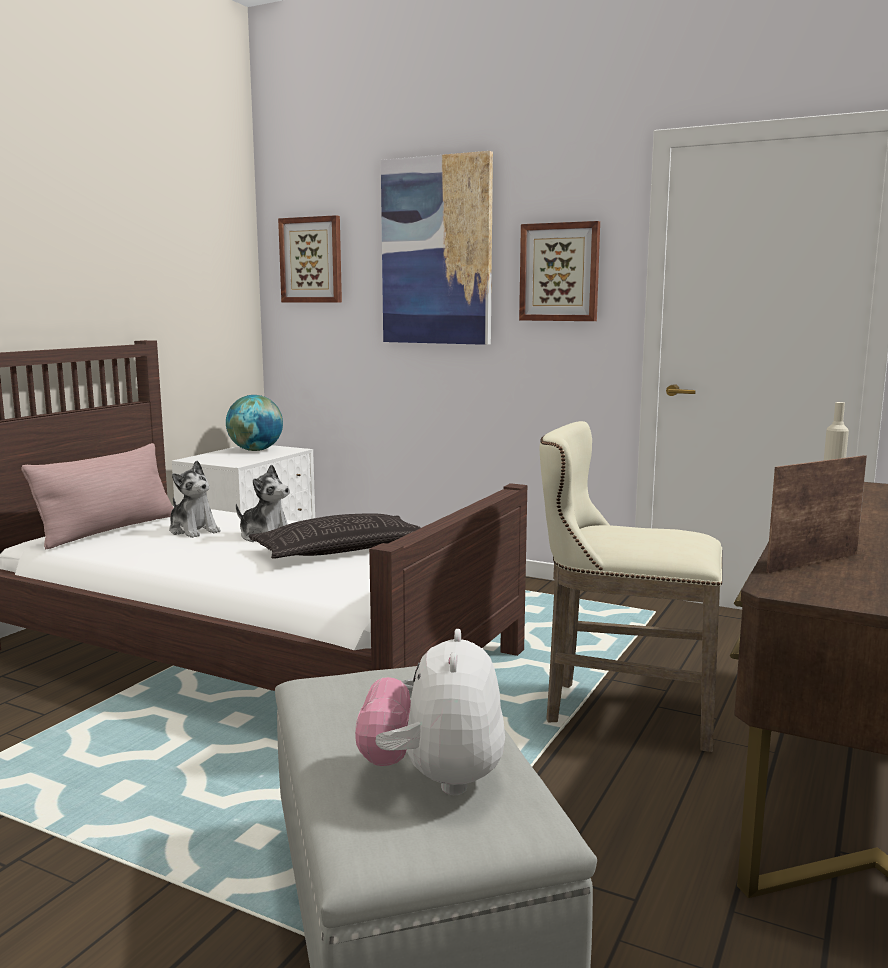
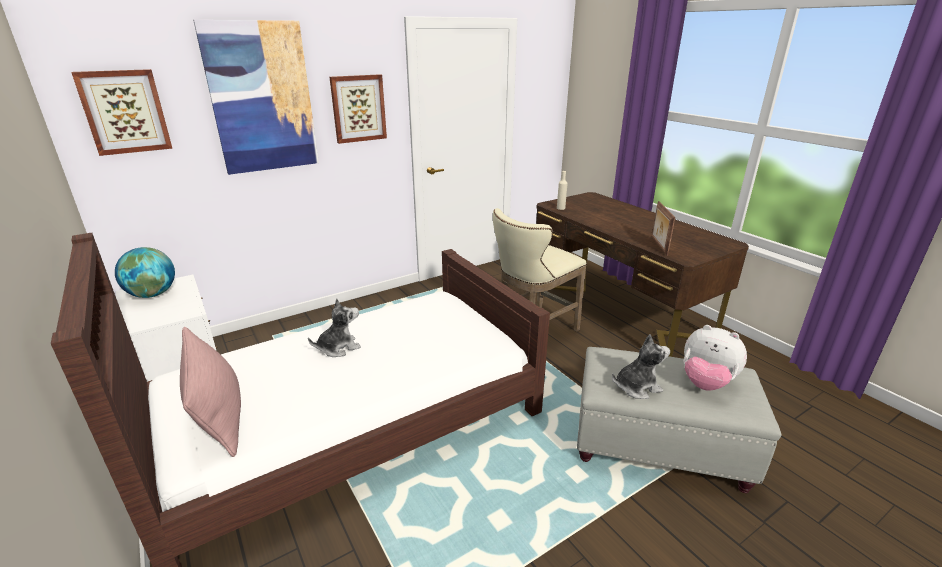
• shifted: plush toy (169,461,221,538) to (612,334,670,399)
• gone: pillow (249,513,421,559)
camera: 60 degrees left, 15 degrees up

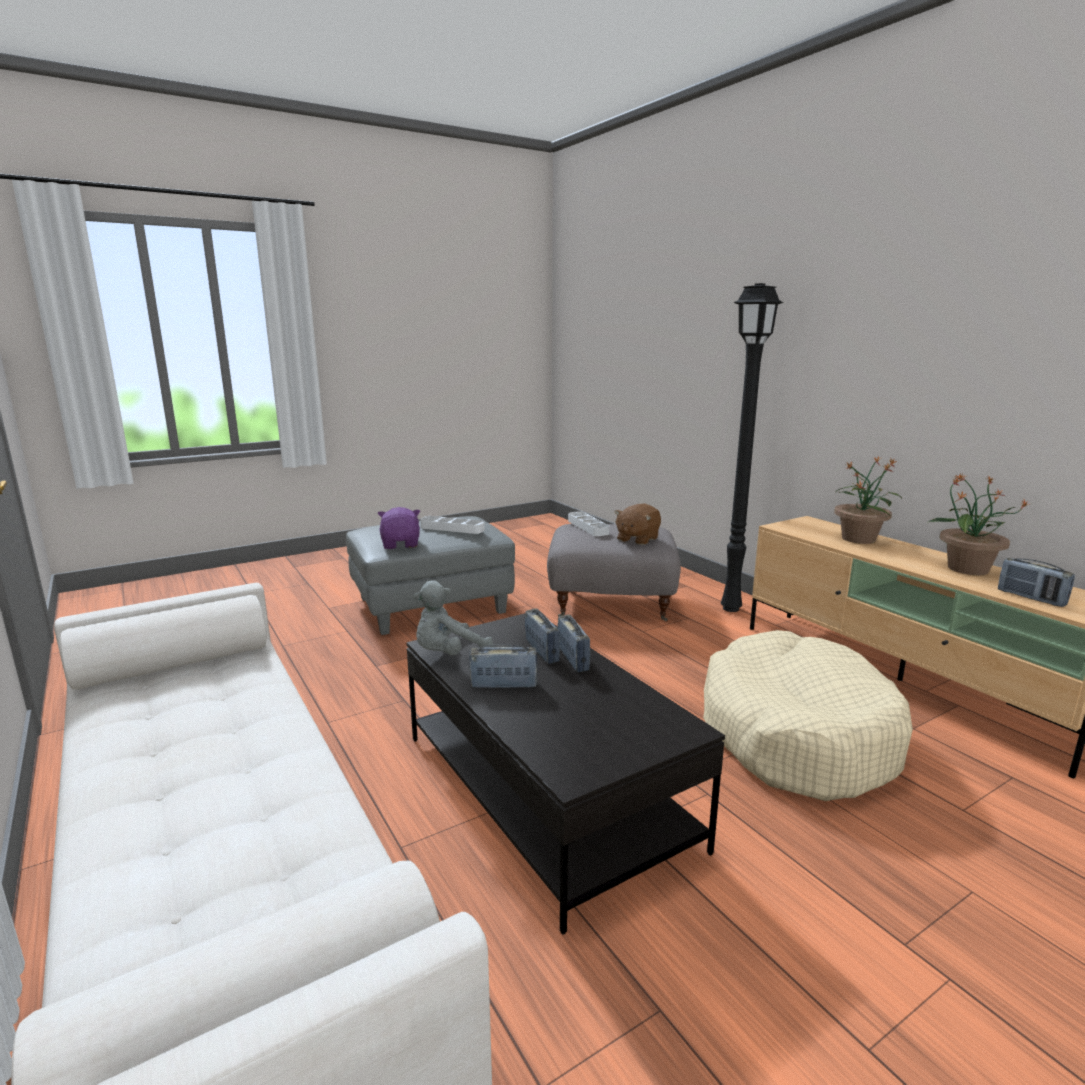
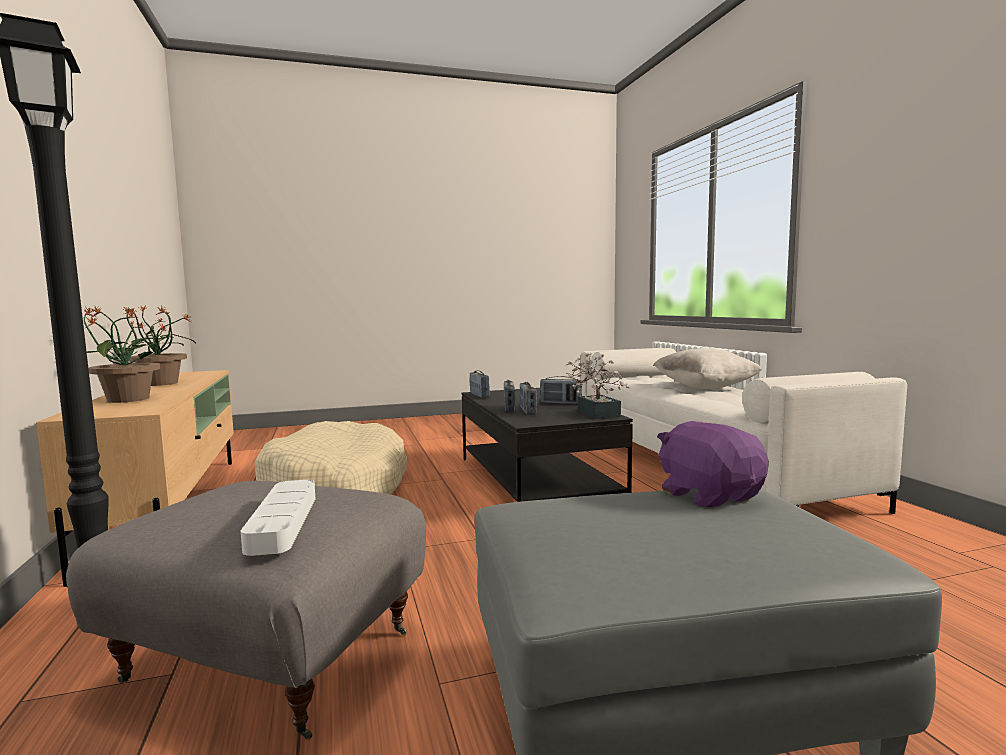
• rotated: plush toy (purple) (378,507,420,549) = (657,421,769,507) 150 degrees clockwise
• swapped: plush toy (grey) (414,581,494,655) to potted plant (566,353,629,419)
• gone: tray (white) (420,516,485,534)
• gone: plush toy (brown) (615,504,661,545)
• shifted: radio (998,558,1075,607) to (470,371,490,398)
• new: pillow (beige) (653,348,762,389)
camera: 165 degrees left, 10 degrees down

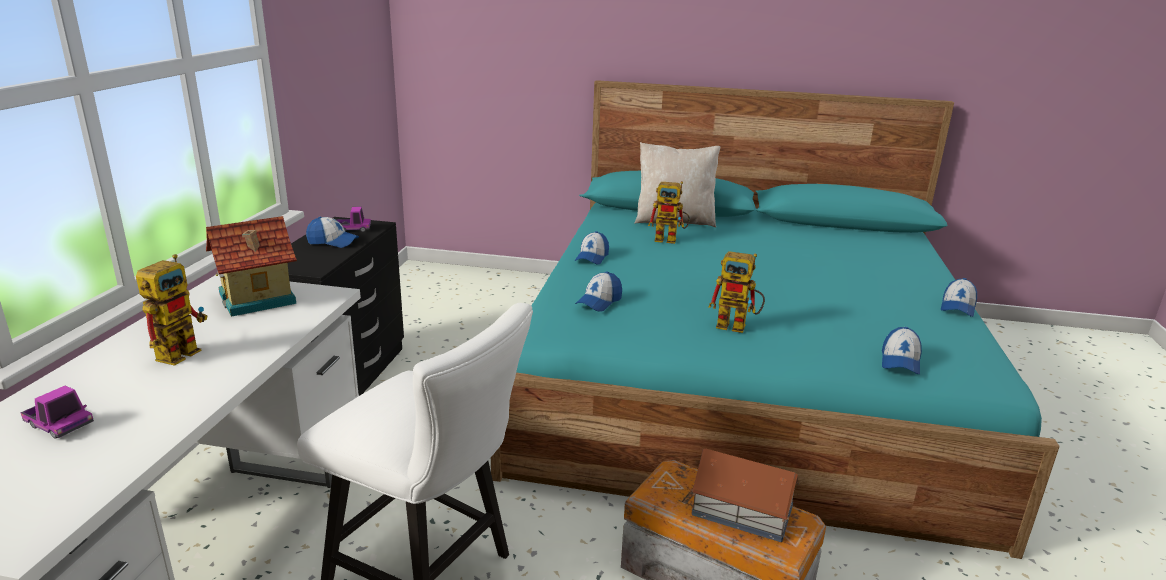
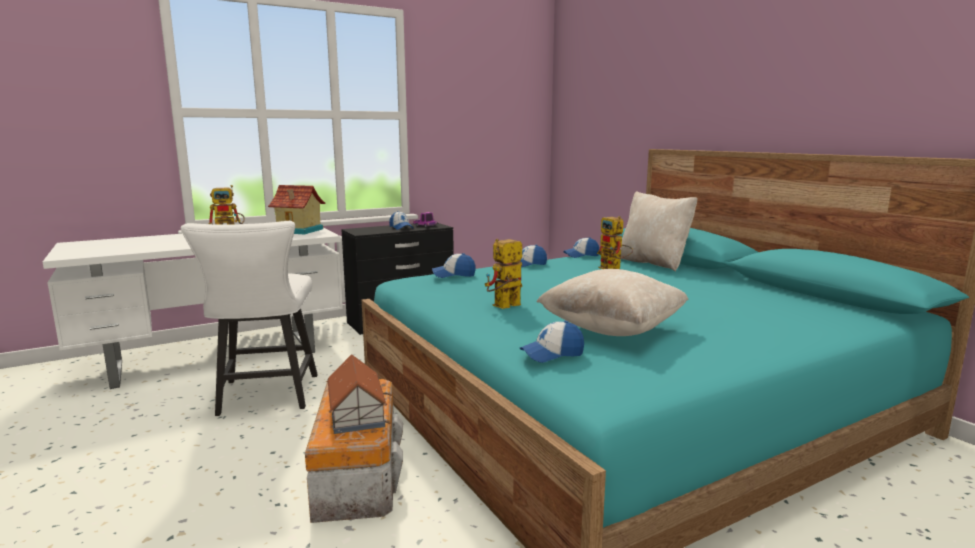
• gone: toy truck (20,386,94,439)
• rotated: toy robot (709,251,765,333) = (485,239,522,309) 75 degrees clockwise
• shifted: cap (941,278,977,317) to (563,237,599,258)
• new: pillow (beige) (536,269,688,336)
camera: 50 degrees right, 10 degrees down

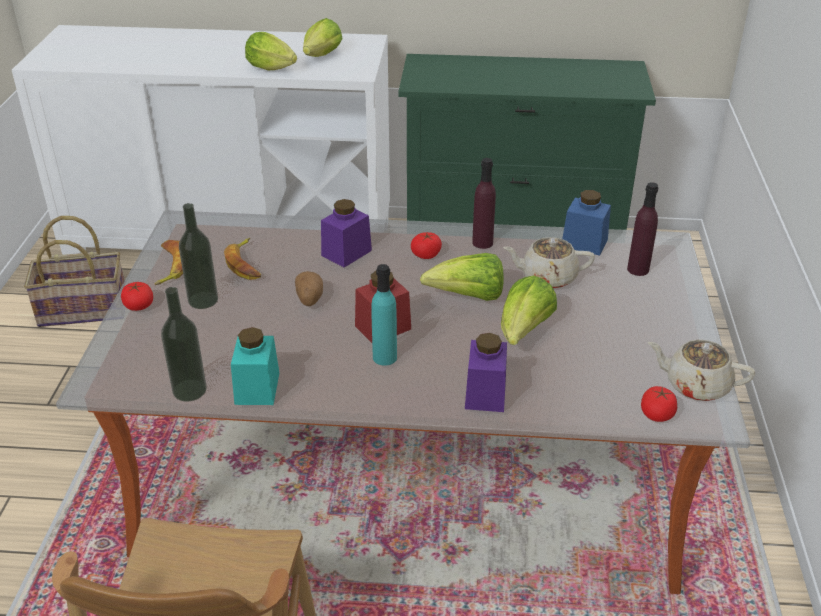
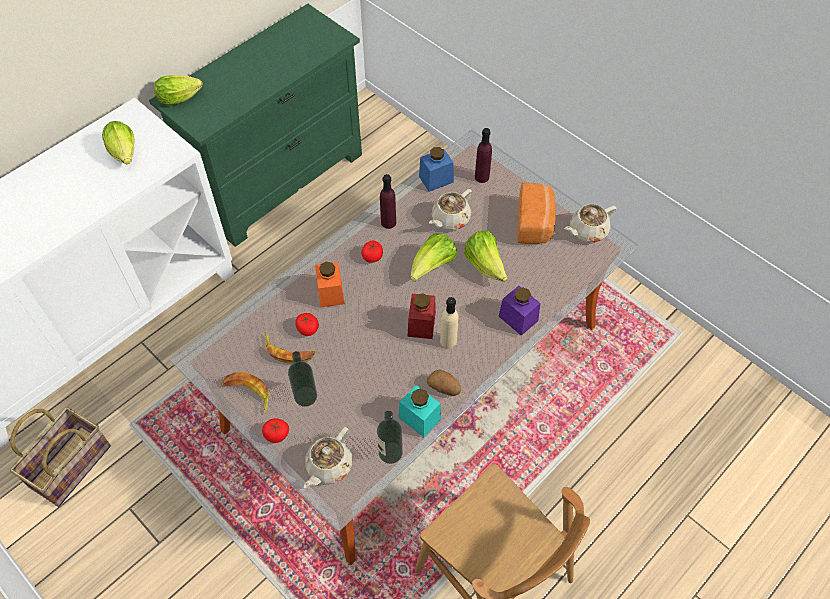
• shifted: lettuce (245,32,297,70) to (154,75,202,105)
• shifted: potato (295,271,323,306) to (427,370,461,396)
• repainted: jar (purple) (321,199,372,268) to jar (orange) (315,262,345,308)
• repainted: bottle (turquoise) (371,264,397,366) to bottle (beige) (440,297,459,349)
• shifted: tomato (641,386,677,422) to (295,313,319,336)
• new: teapot (beige) (304,427,353,488)
• new: bread (517,183,556,244)
camera: 50 degrees left, 20 degrees up

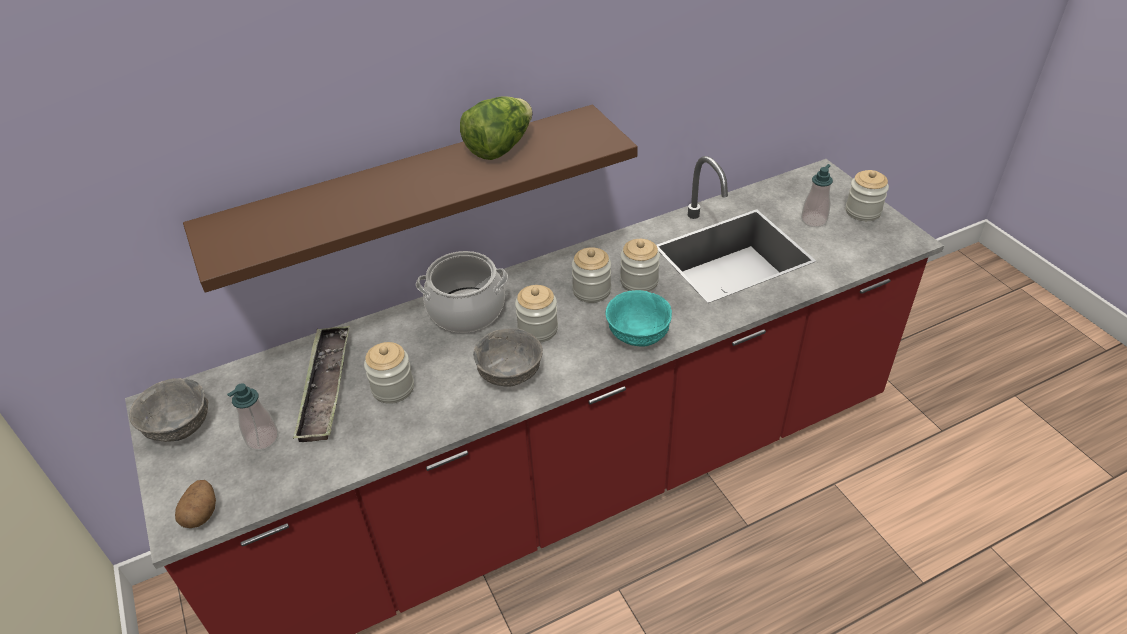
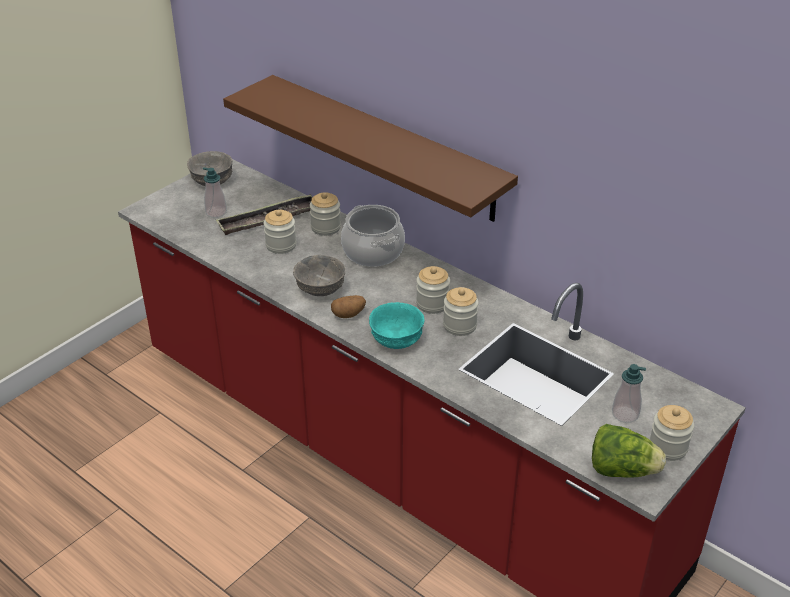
• shifted: potato (175,480,216,528) to (331,295,366,318)
• shifted: lettuce (460,97,532,160) to (592,424,666,478)
• shifted: jar (515,285,558,343) to (309,192,341,236)
camera: 65 degrees right, 5 degrees down

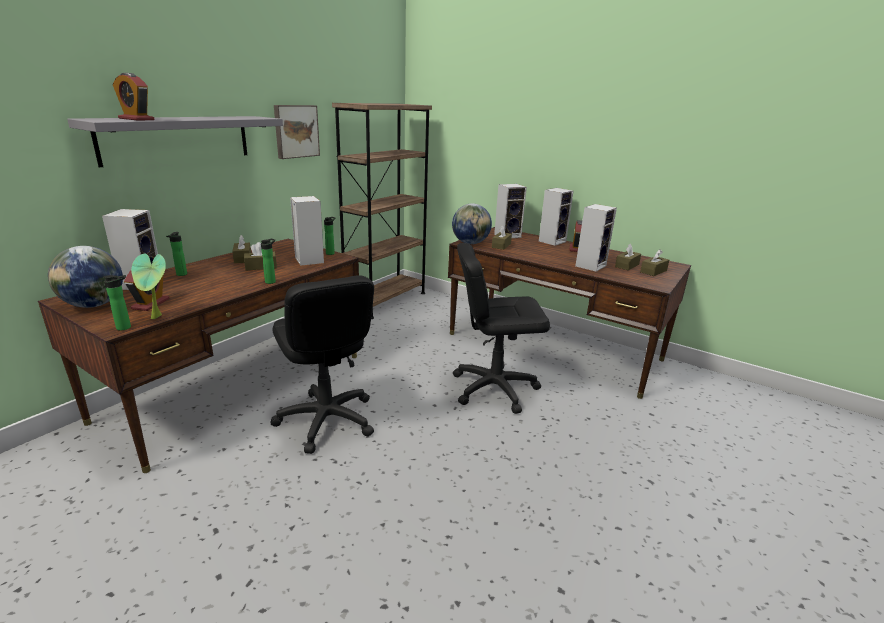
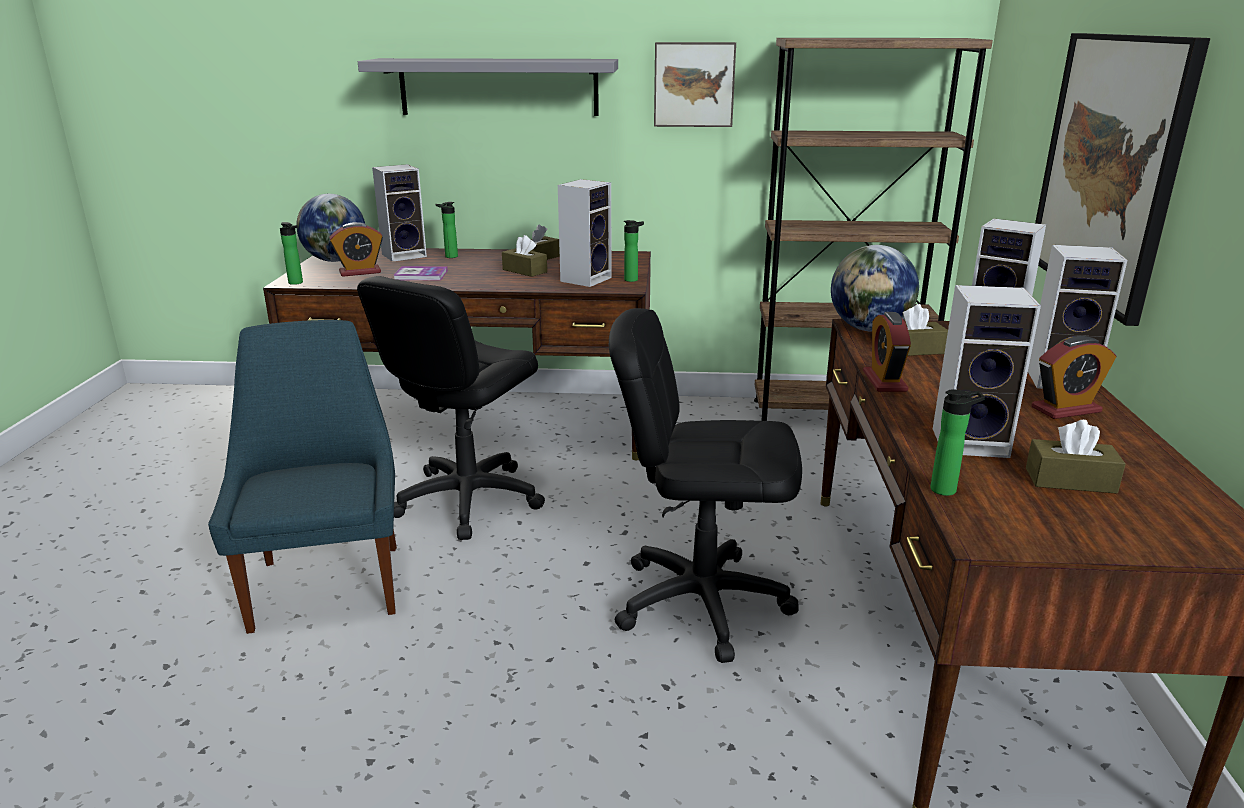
• shifted: alarm clock (113,73,154,121) to (863,312,911,392)
• gone: potted plant (131,254,166,319)
• shifted: bottle (261,239,276,284) to (930,389,985,496)
• rotated: office chair (black) (453,243,550,414) = (609,308,802,663) 45 degrees counterclockwise
• gone: tissue box (brown) (640,249,669,276)
• new: chair (blue) (208,320,397,634)
• new: book (393,266,448,280)
• new: picture (1035,33,1210,326)
camera: 60 degrees right, 0 degrees up

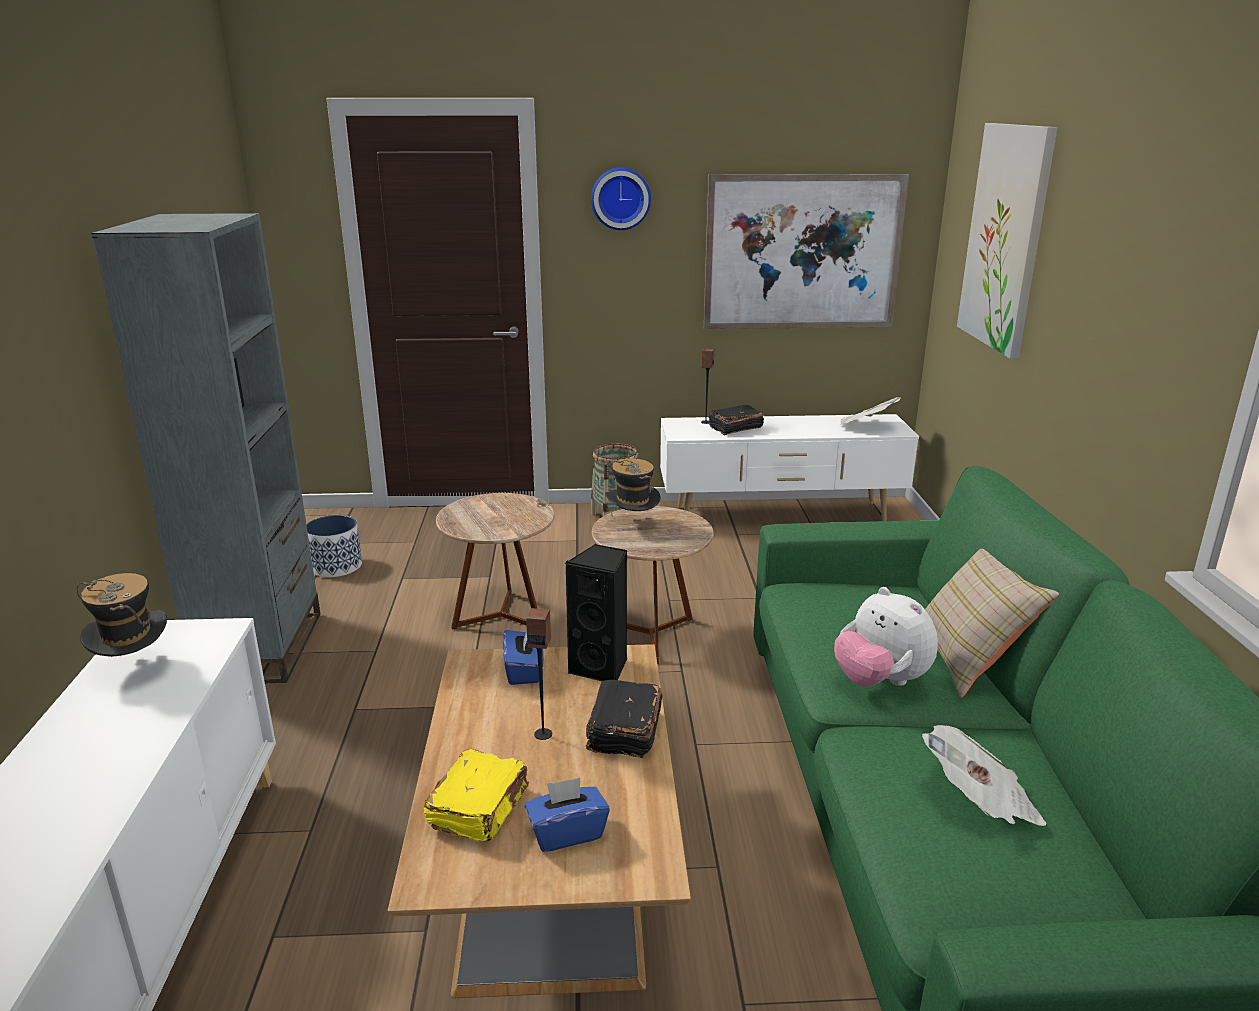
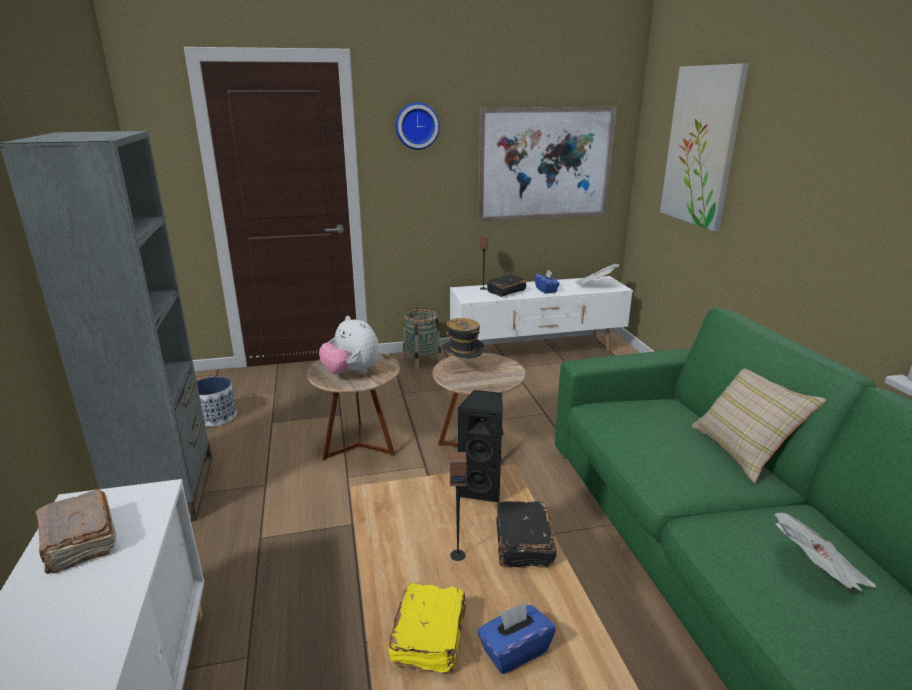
• swapped: hat (76,573,167,657) to book (brown) (35,490,116,574)
• shifted: tissue box (blue) (503,630,544,685) to (535,270,560,294)
• shifted: plush toy (834,587,938,687) to (319,316,380,374)
camera: 10 degrees left, 0 degrees up

